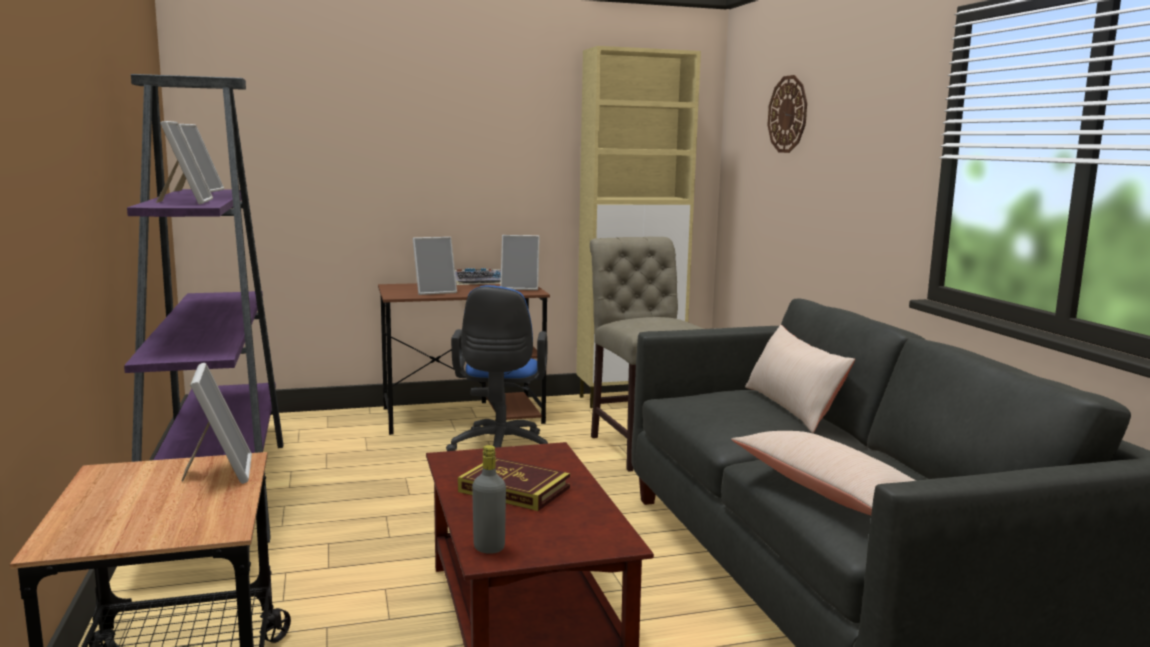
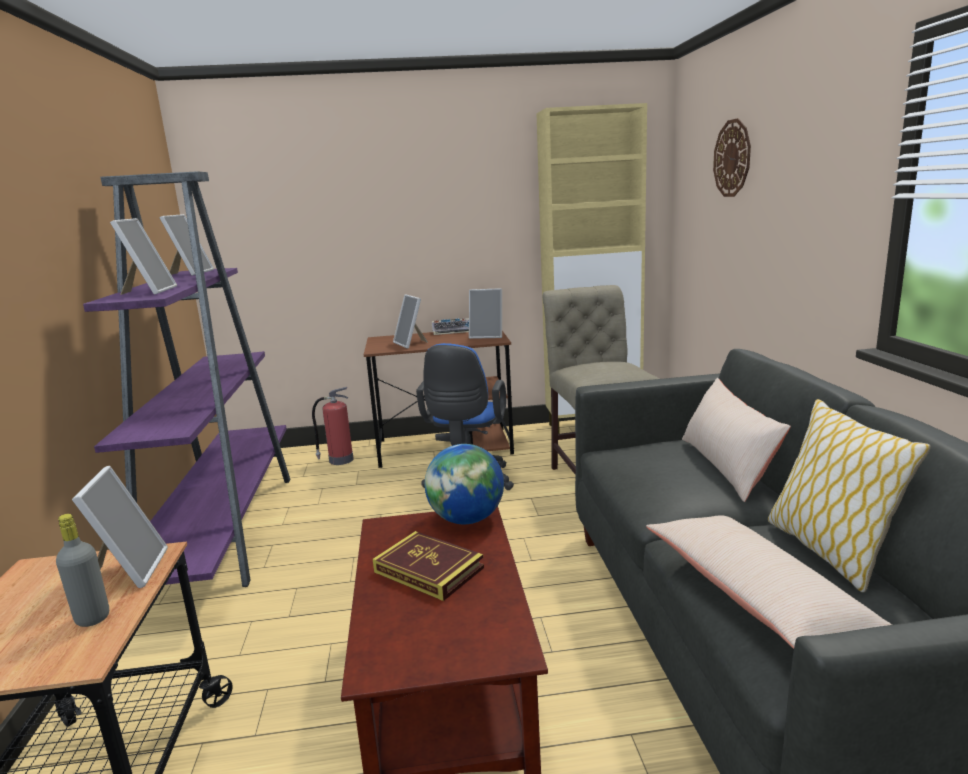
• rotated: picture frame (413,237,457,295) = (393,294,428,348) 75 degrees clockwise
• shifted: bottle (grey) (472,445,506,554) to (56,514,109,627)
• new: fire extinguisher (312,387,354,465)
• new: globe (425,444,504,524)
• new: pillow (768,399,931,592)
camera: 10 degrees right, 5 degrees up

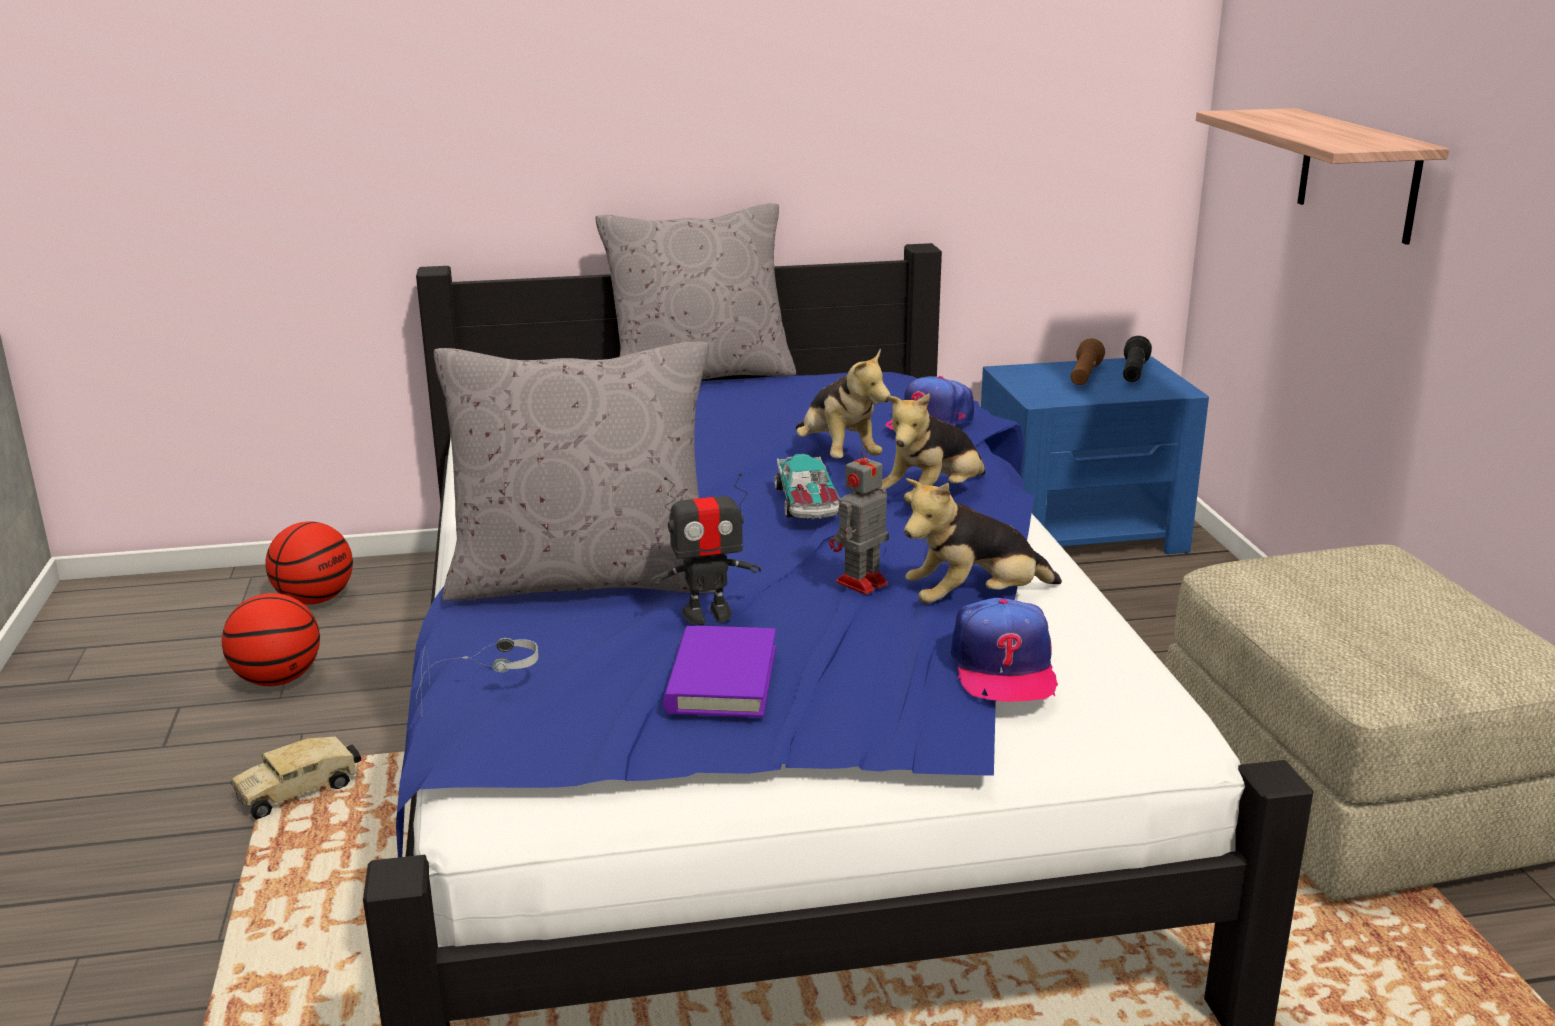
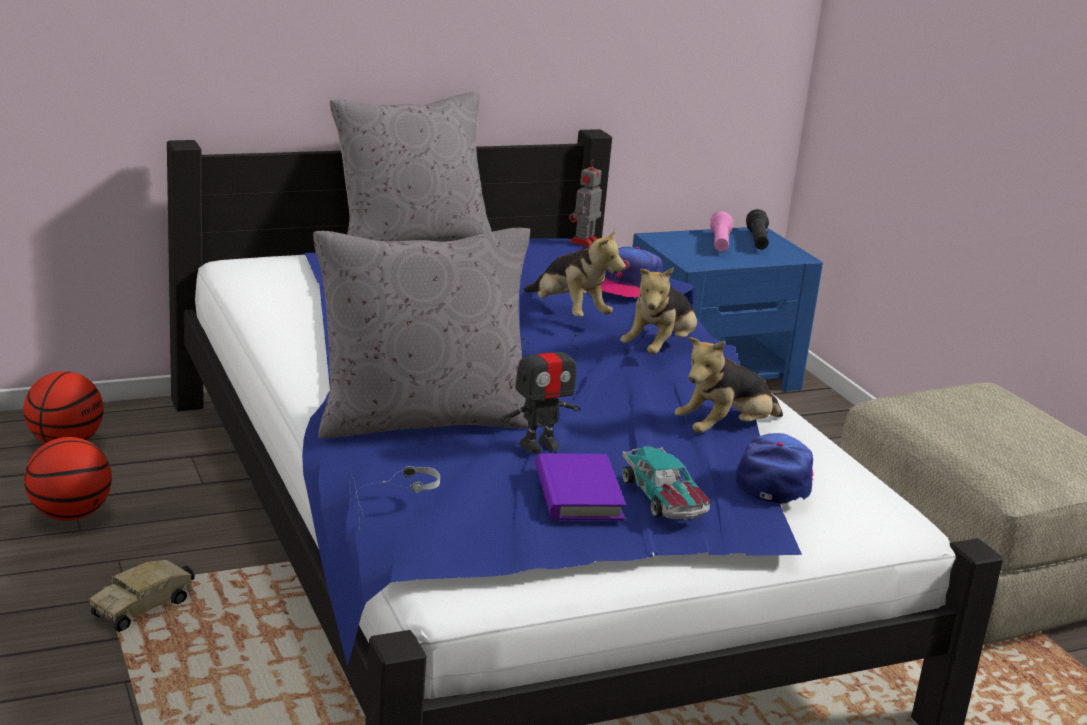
• shifted: toy car (774,454,841,519) to (622,446,711,520)
• shifted: toy robot (829,445,889,595) to (569,159,602,247)
• rotated: cap (951,598,1058,702) = (736,433,813,504) 150 degrees counterclockwise
• repainted: flashlight (brown) (1071,339,1105,385) to flashlight (pink) (710,211,733,252)
• gone: shelf (1196,108,1449,245)
camera: 15 degrees left, 0 degrees up

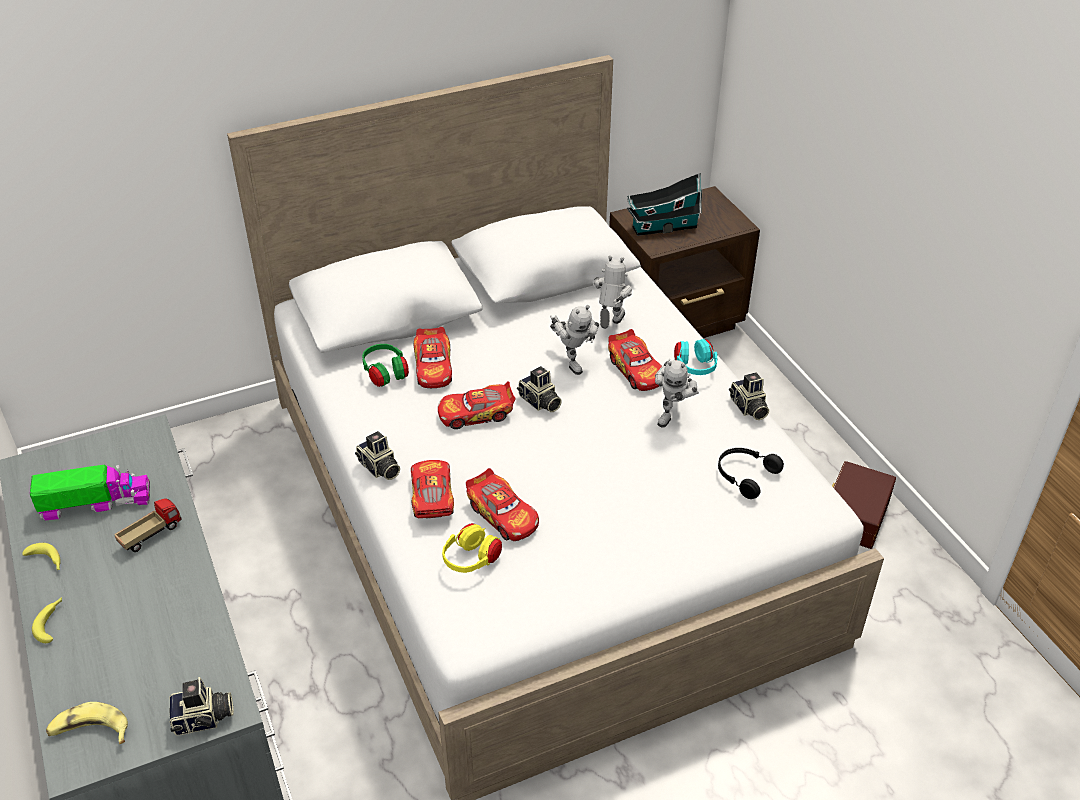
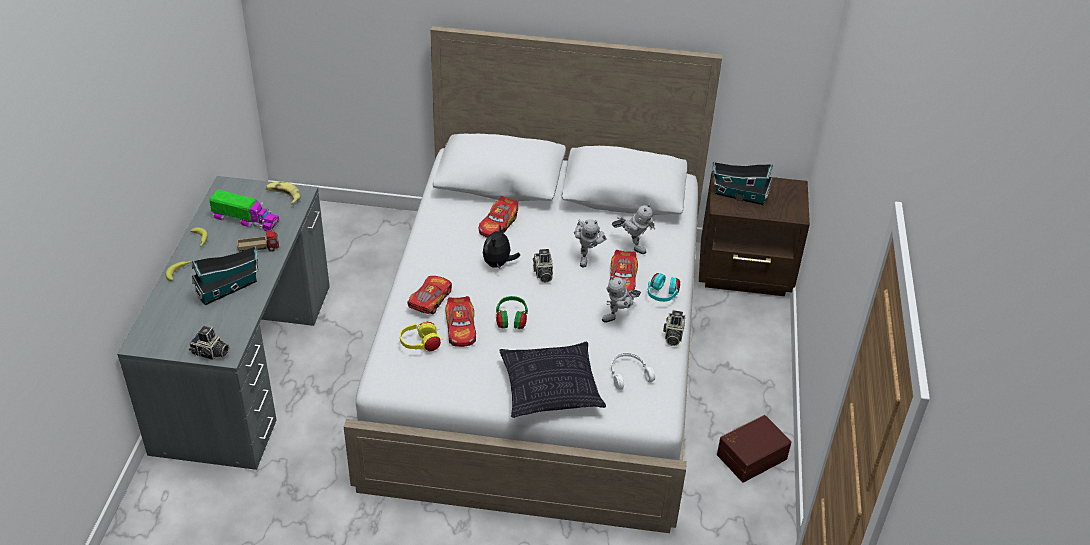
• shifted: banana (46,702,128,744) to (266,182,301,205)
• gone: photo camera (355,431,400,480)
• shifted: headphones (green) (362,344,409,387) to (496,296,528,329)
• swapped: toy car (438,381,515,429) to plush toy (483,225,520,269)
• rotated: toy robot (592,256,632,329) = (612,203,655,254) 75 degrees clockwise
• repainted: headphones (black) (718,448,784,499) to headphones (white) (611,353,655,390)
• new: toy house (192,246,258,306)
• new: pillow (499,342,606,418)
camera: 30 degrees right, 0 degrees up

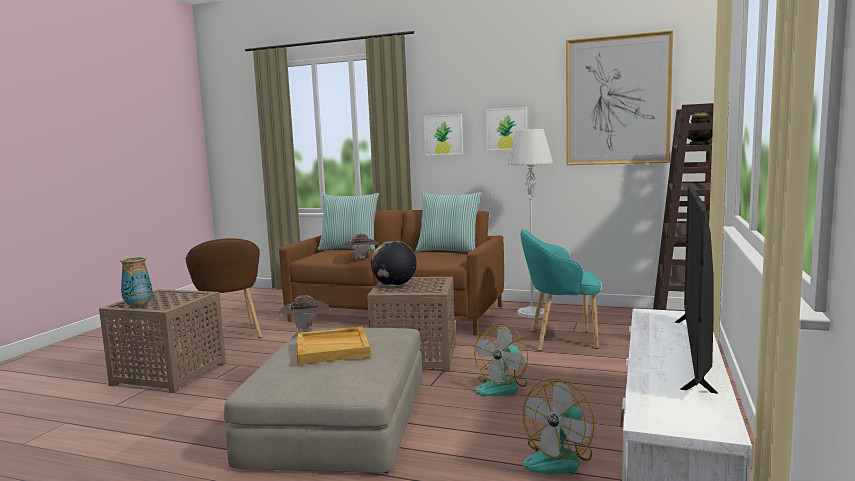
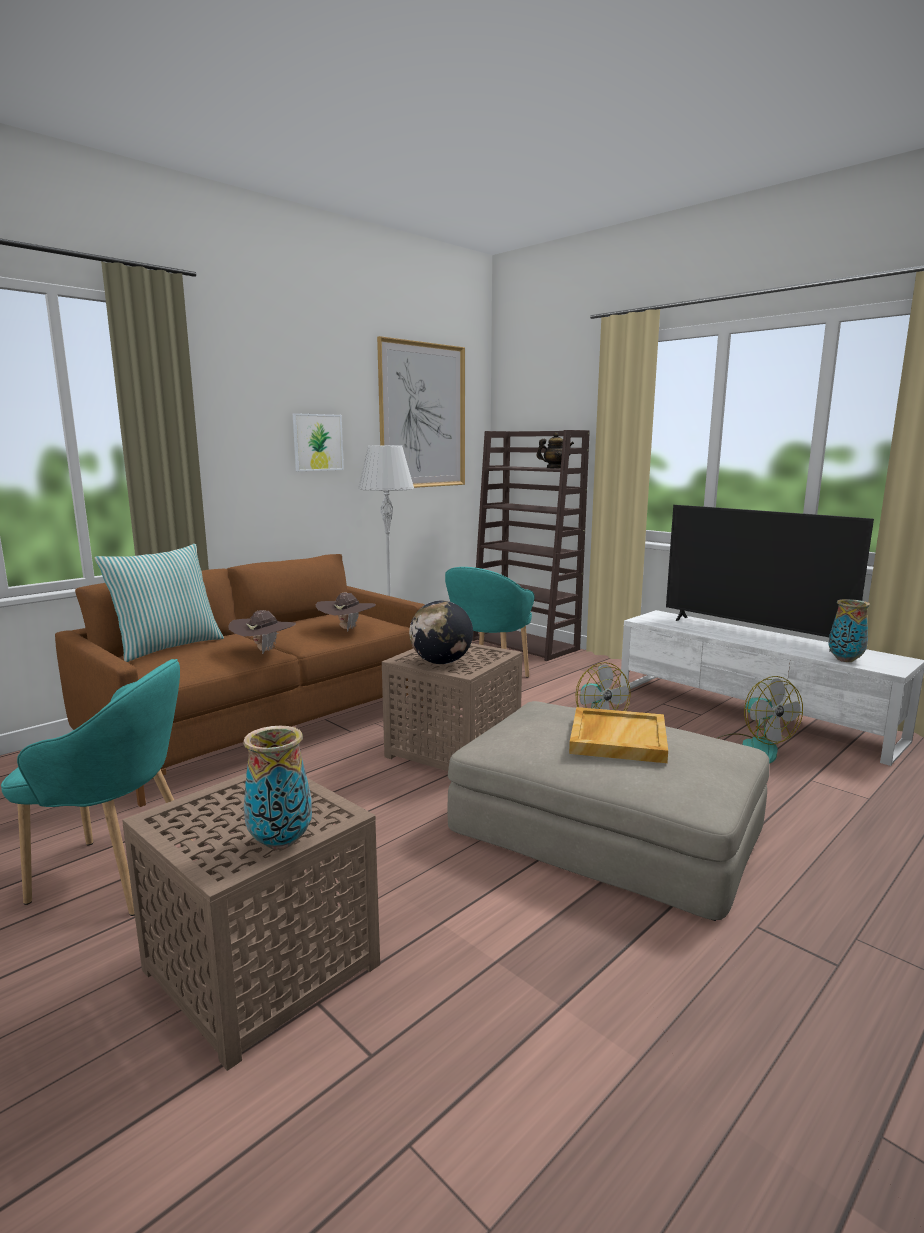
• repainted: armchair (brown) (185,238,262,338) to armchair (turquoise) (1,659,193,916)
• shifted: hat (brown) (279,295,330,331) to (316,592,376,632)
• gone: pillow (416,192,481,253)
• gone: picture (424,114,463,156)
• new: vase (828,599,870,662)
camera: 65 degrees left, 5 degrees up

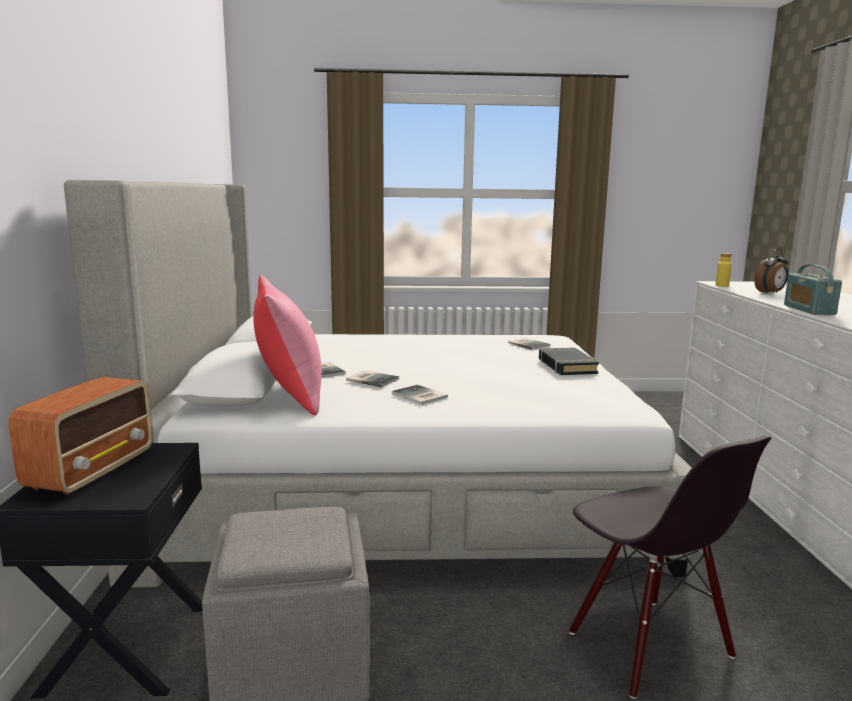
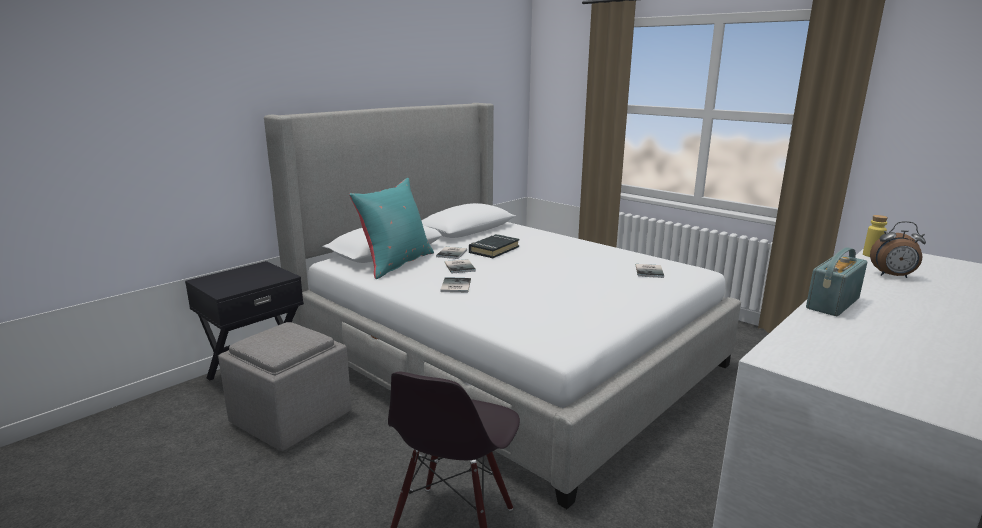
• gone: radio (9,377,153,496)
• repainted: pillow (pink) (253,275,322,415) to pillow (turquoise) (349,178,434,279)
• shifted: book (black) (539,348,599,375) to (469,234,519,258)
camera: 45 degrees right, 5 degrees up

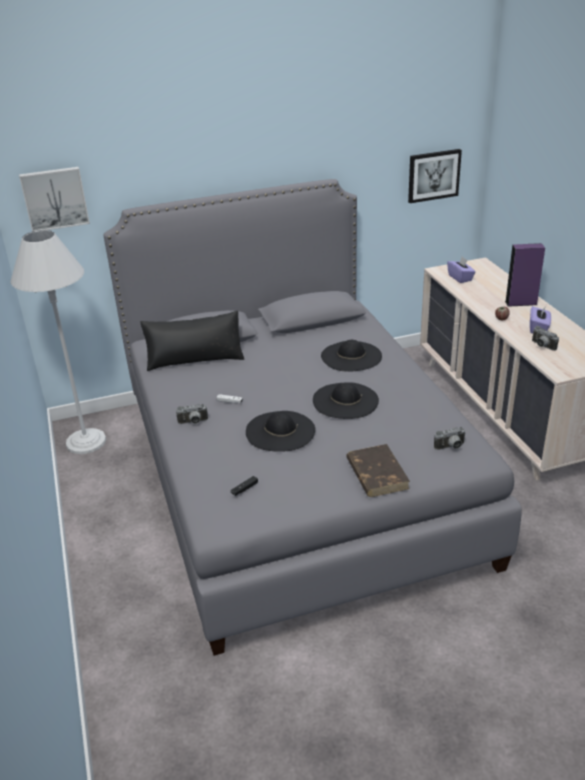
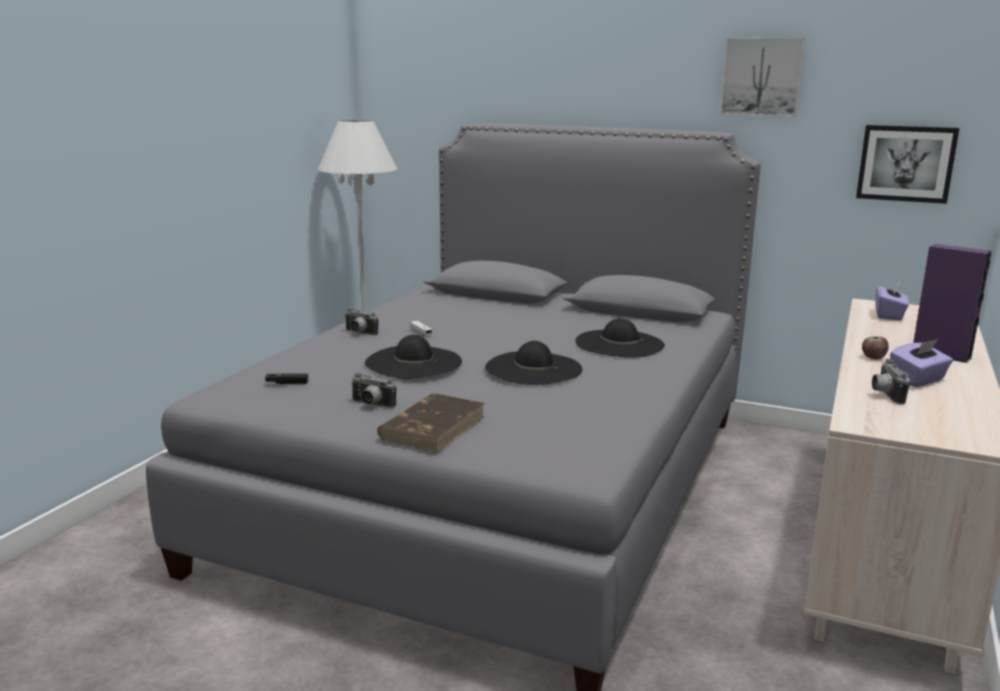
• shifted: picture (19,167,90,232) to (720,37,805,117)
• gone: pillow (black) (140,311,244,371)
• shifted: photo camera (434,427,466,450) to (351,373,396,408)
camera: 40 degrees right, 15 degrees down

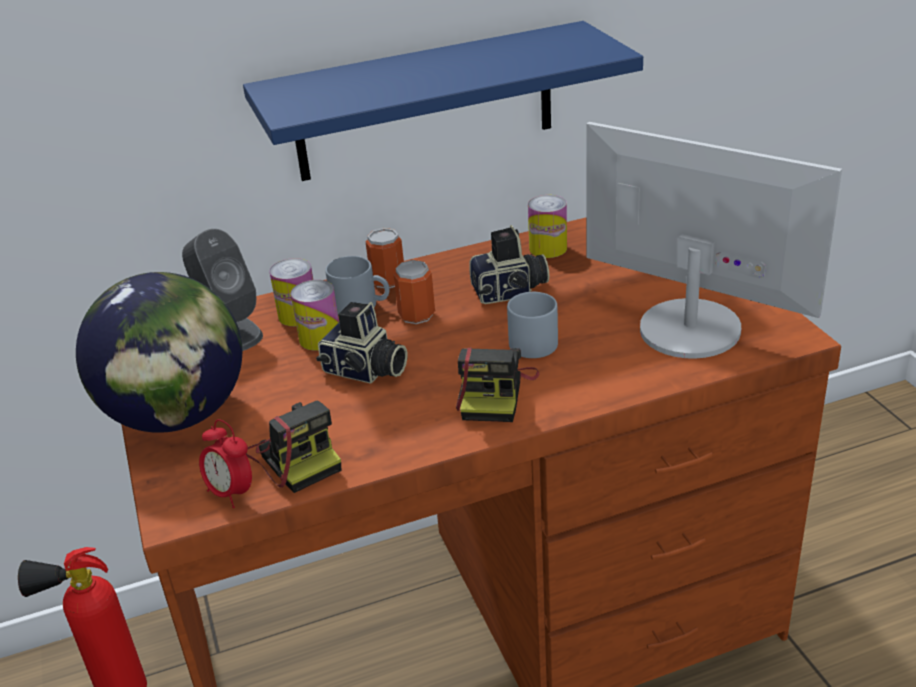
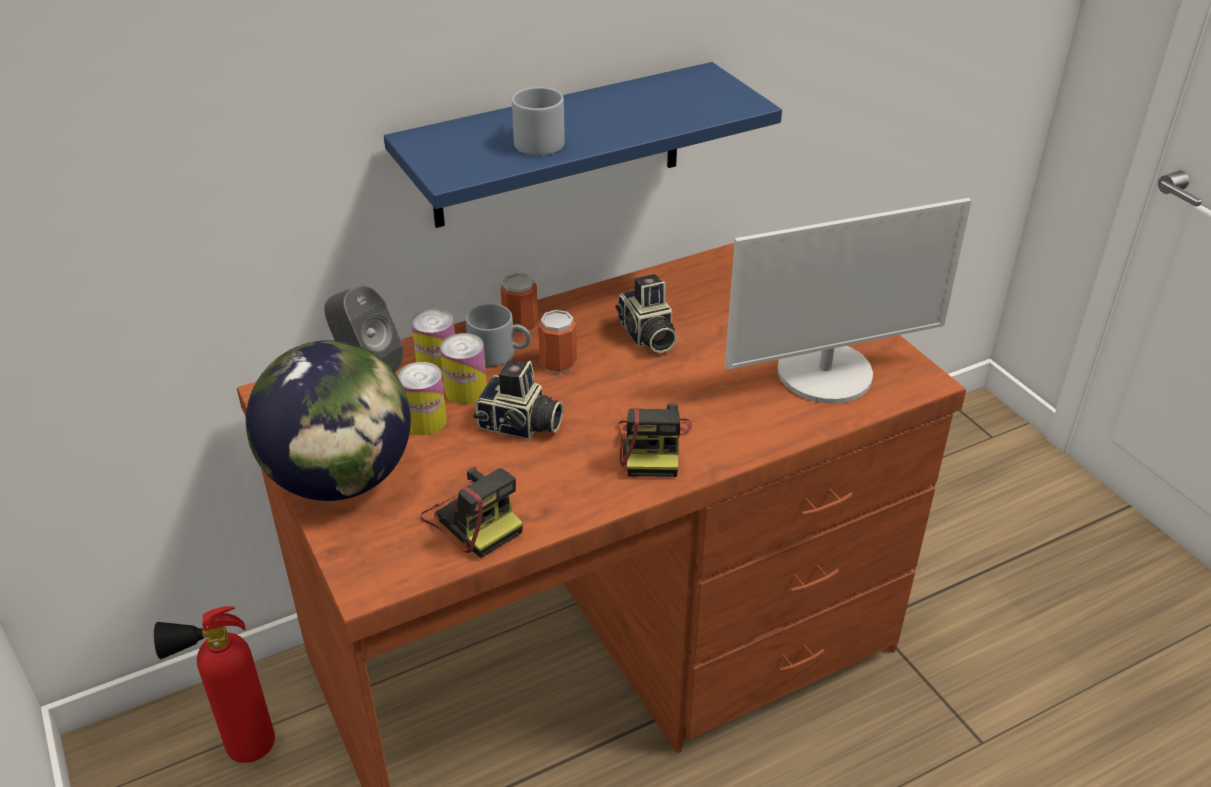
• gone: alarm clock (199,419,252,508)
• rotated: photo camera (469,225,549,304) = (616,274,677,353) 90 degrees clockwise
• shifted: mug (grey) (507,292,558,358) to (512,87,565,156)
• shifted: can (528,195,567,258) to (397,362,447,435)
• rotated: monitor (586,122,842,359) = (725,198,972,404) 135 degrees clockwise
camera: 10 degrees left, 5 degrees up

